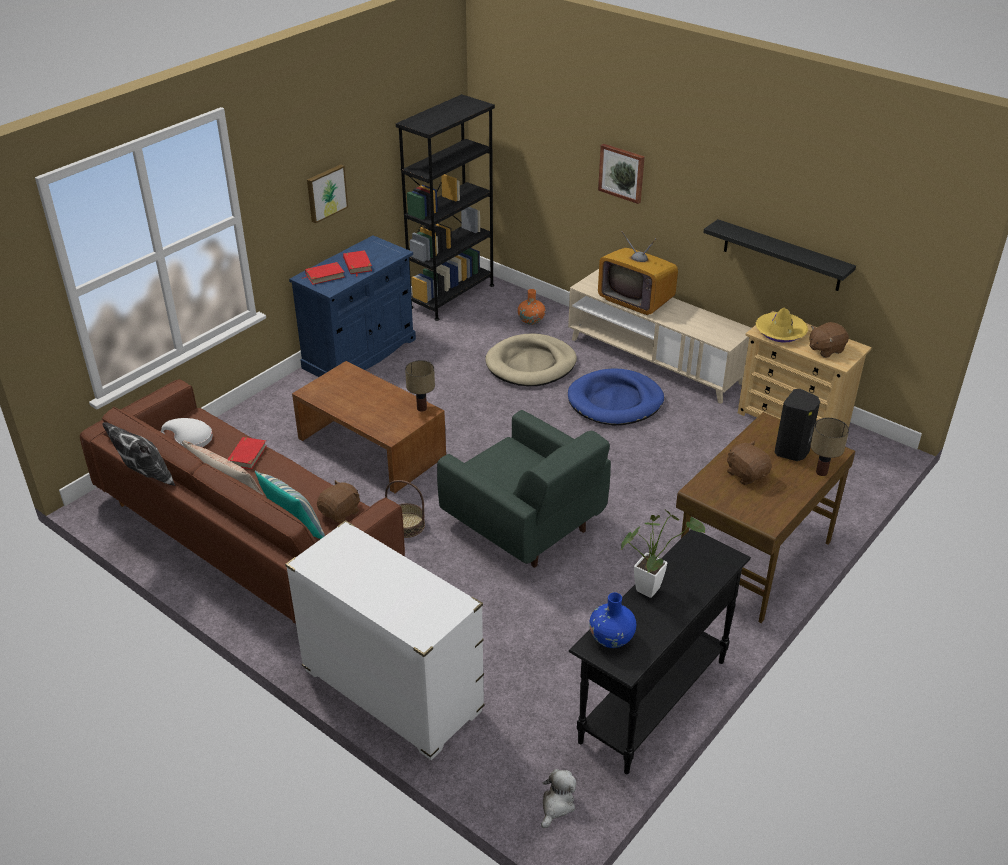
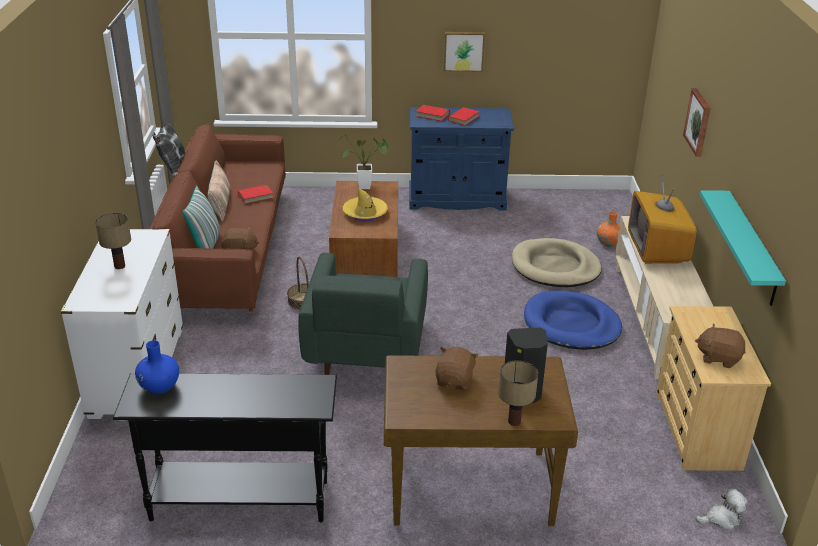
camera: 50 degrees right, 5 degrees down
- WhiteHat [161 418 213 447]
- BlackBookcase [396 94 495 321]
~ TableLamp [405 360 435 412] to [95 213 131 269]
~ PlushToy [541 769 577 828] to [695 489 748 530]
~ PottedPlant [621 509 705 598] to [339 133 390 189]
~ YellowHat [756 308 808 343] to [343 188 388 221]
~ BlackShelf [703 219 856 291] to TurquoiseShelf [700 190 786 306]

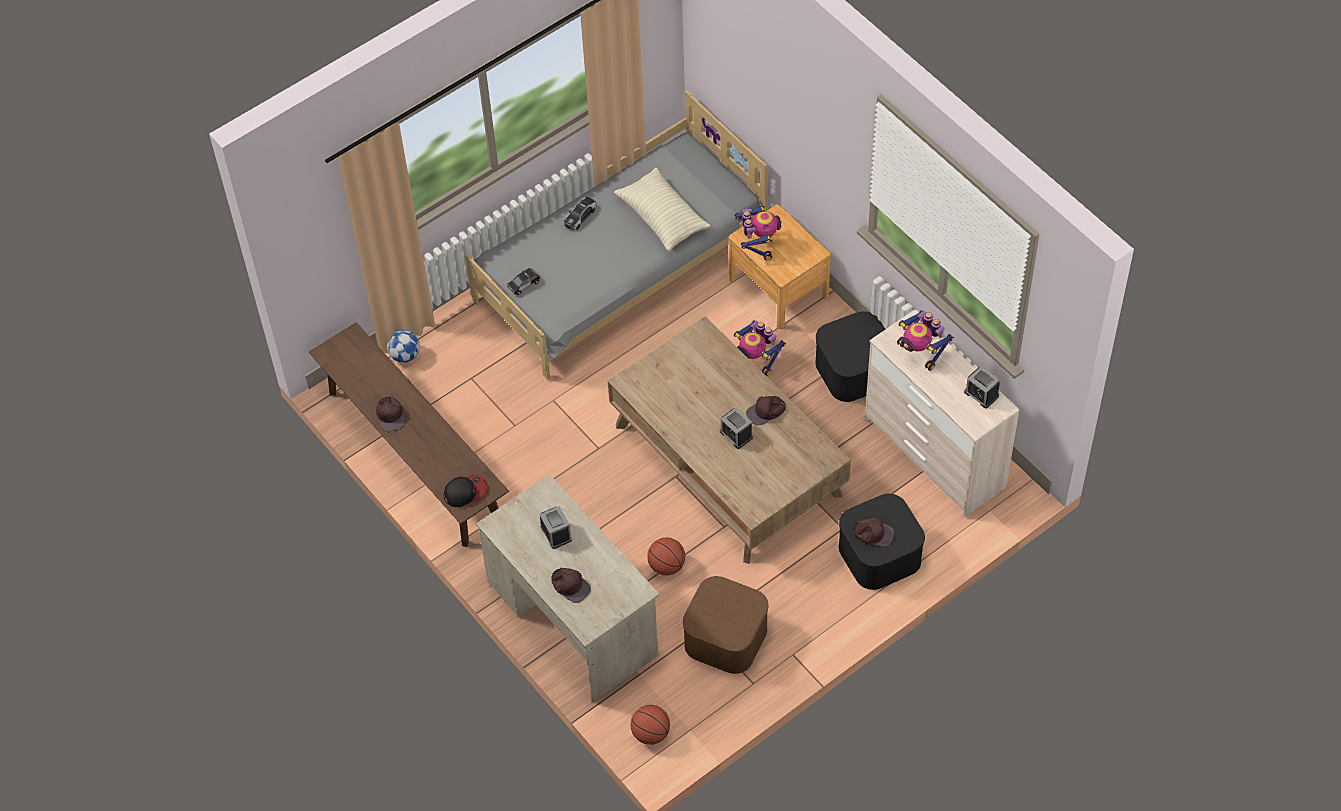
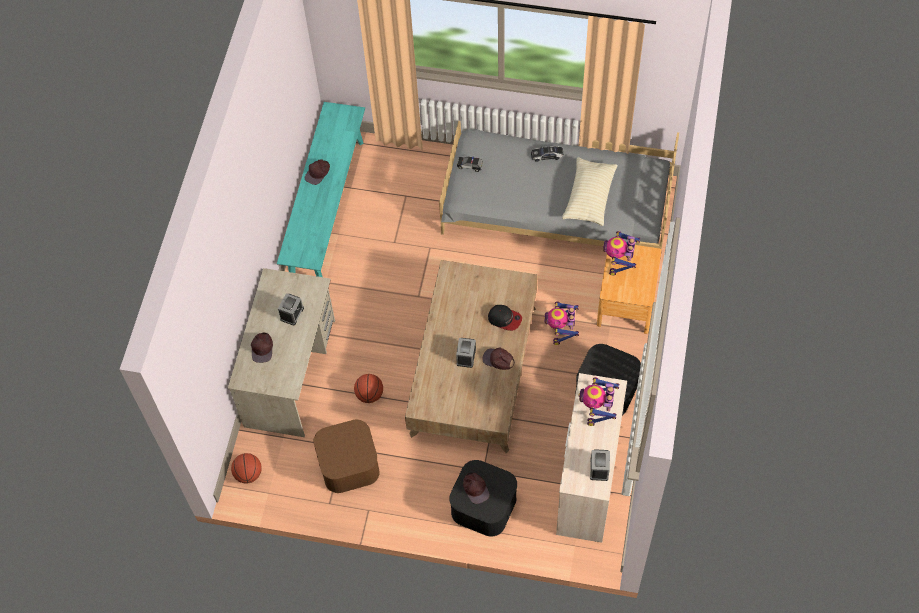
camera: 50 degrees right, 5 degrees up
- Football [387 330 420 363]
~ Cap [443 474 488 507] to [488 305 522 331]
~ BrownBench [309 322 509 547] to TurquoiseBench [277 102 365 277]
~ ToyRobot [735 205 782 260] = [603 231 640 276] 150 degrees clockwise

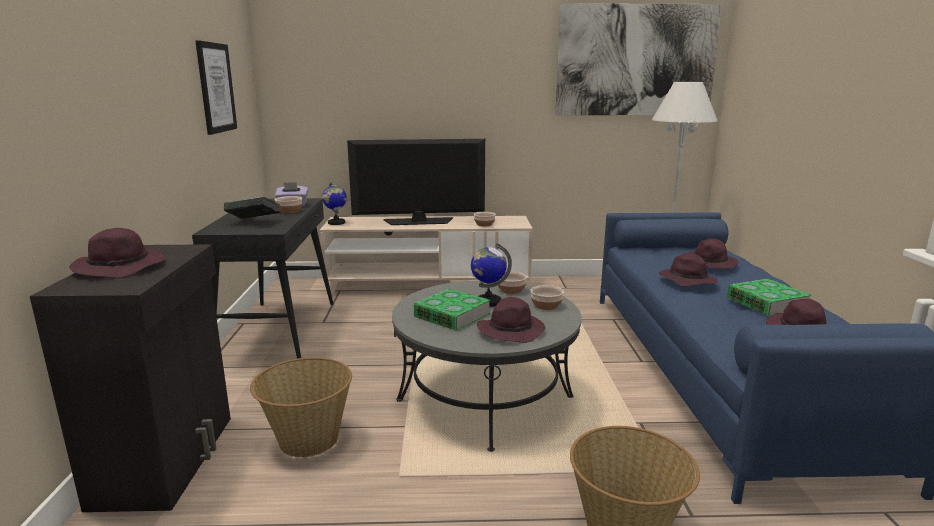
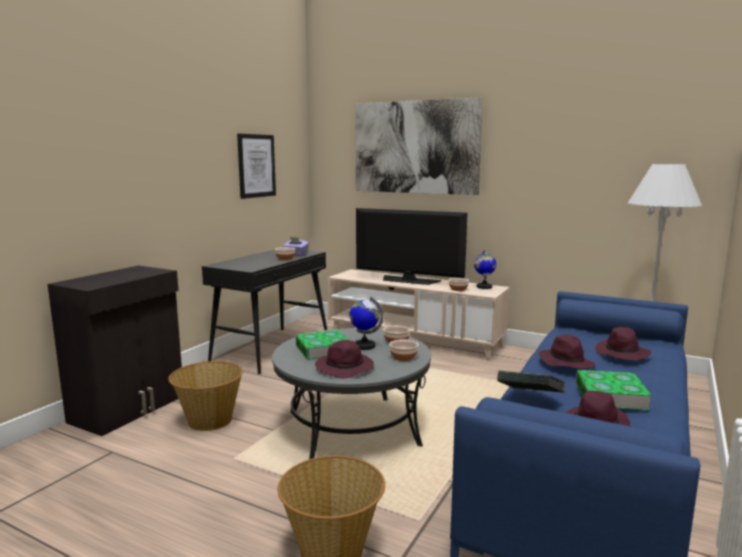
camera: 30 degrees right, 5 degrees down
- PurpleHat [69 228 165 278]
~ Book [224 197 281 219] to [497 371 565 393]
~ Globe [322 182 347 225] to [474 250 496 289]
~ Picture [555 3 722 115] to [355 97 483 195]

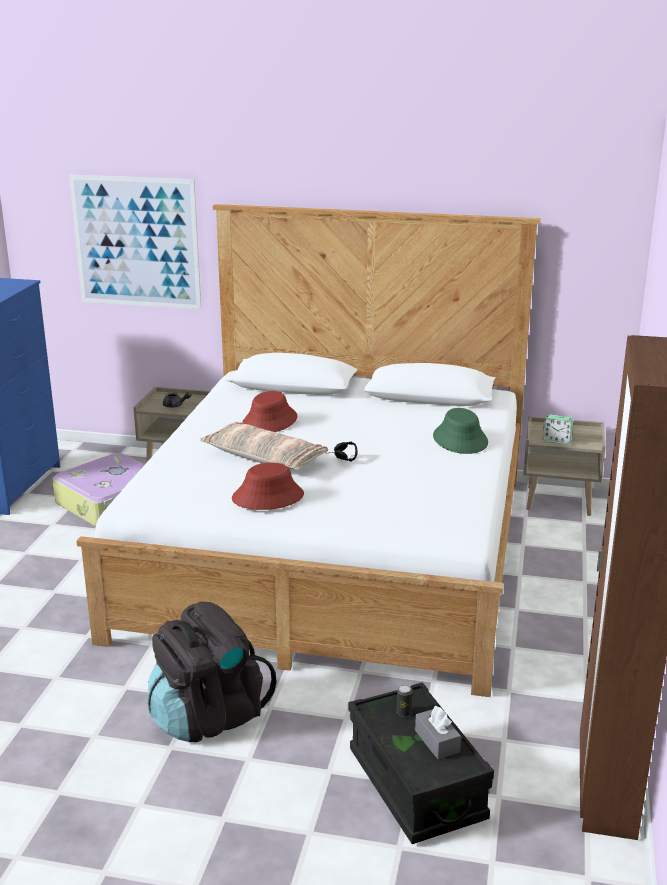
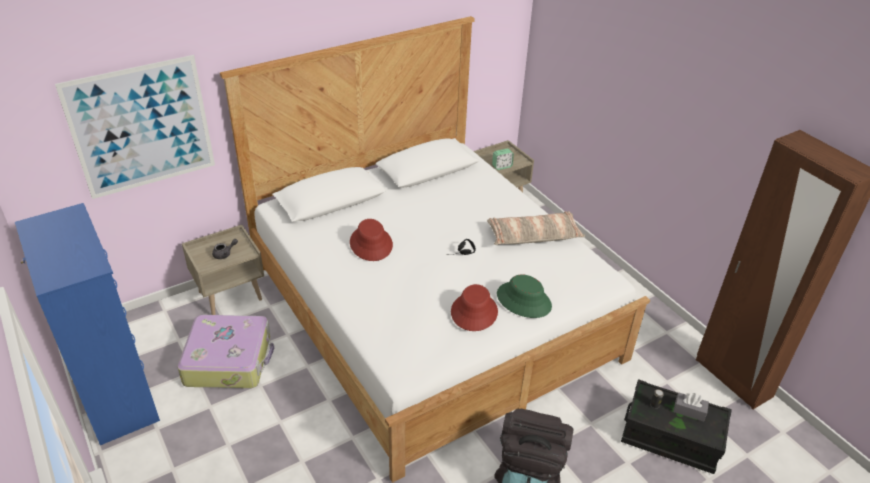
camera: 45 degrees left, 15 degrees up
~ Pillow [200 422 328 470] to [487 211 585 245]
~ GreenHat [433 408 488 454] to [497 274 552 318]

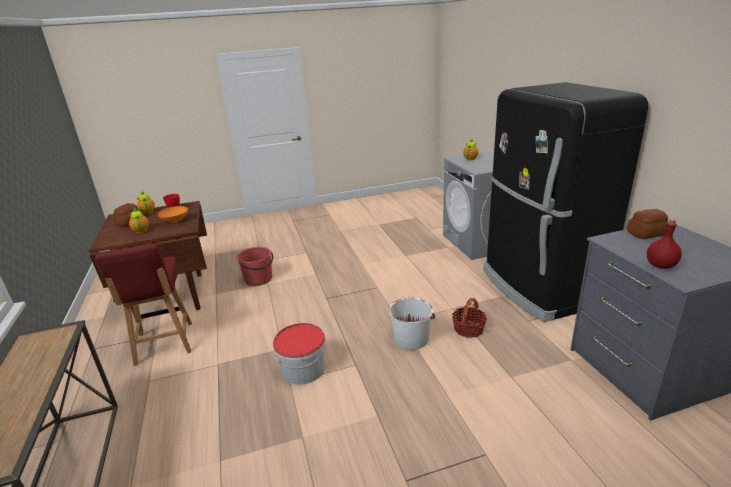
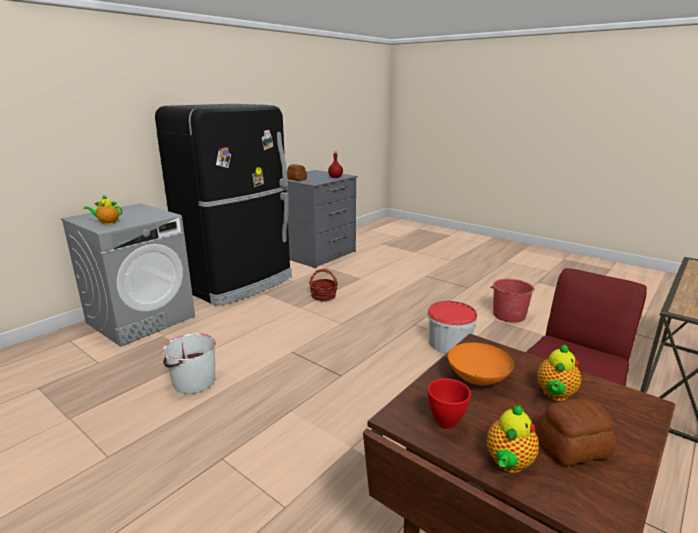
camera: 125 degrees left, 5 degrees down
~ RedBucket [237 247 273 286] to [491 279 534 323]
~ WhiteBucket [389 297 435 350] to [163 333 216 394]

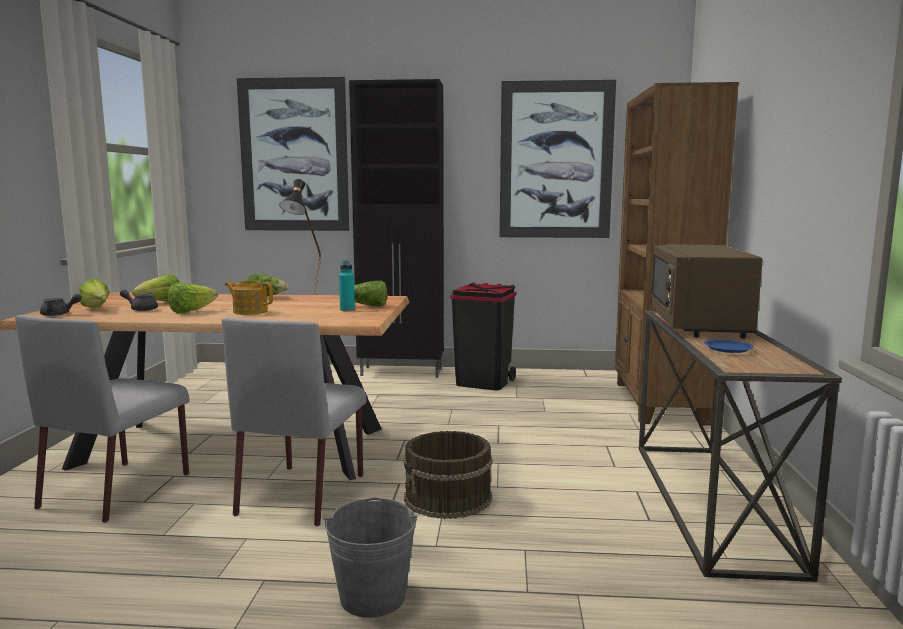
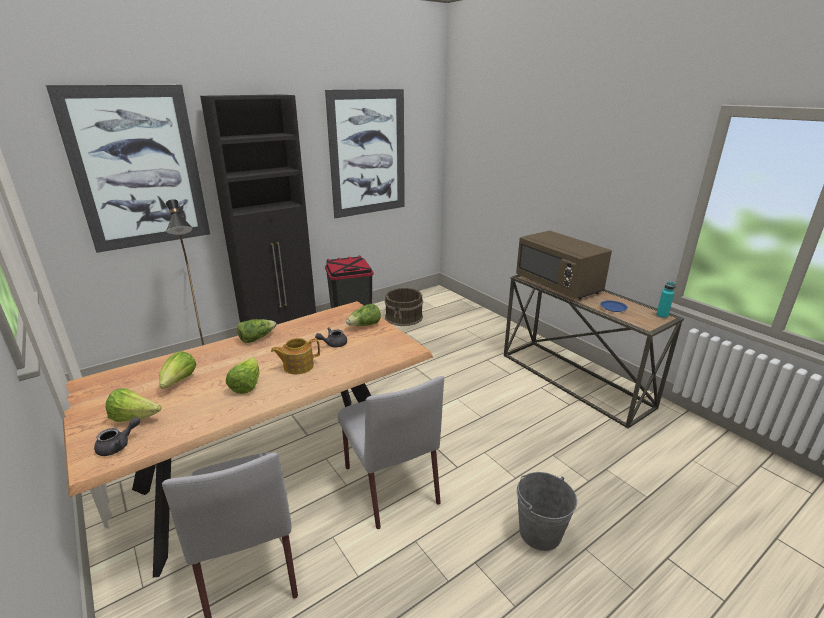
camera: 40 degrees left, 15 degrees up
- BrownBookcase [615 82 739 426]
~ GreyTeapot [120 290 158 311] to [315 327 347 347]
~ TurquoiseBottle [339 260 355 311] to [656 281 676 318]
~ BrownBucket [404 431 493 519] to [385 288 423 326]

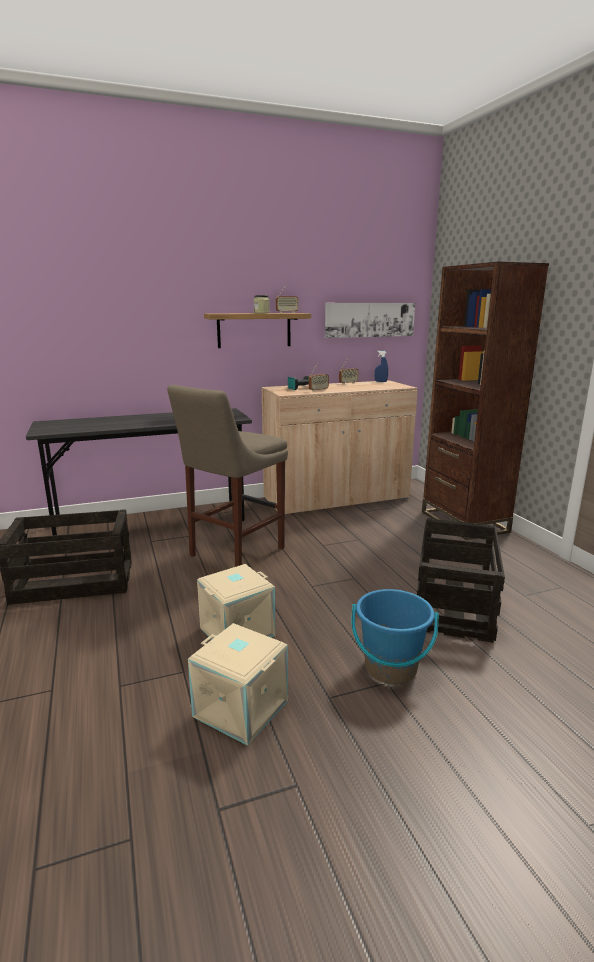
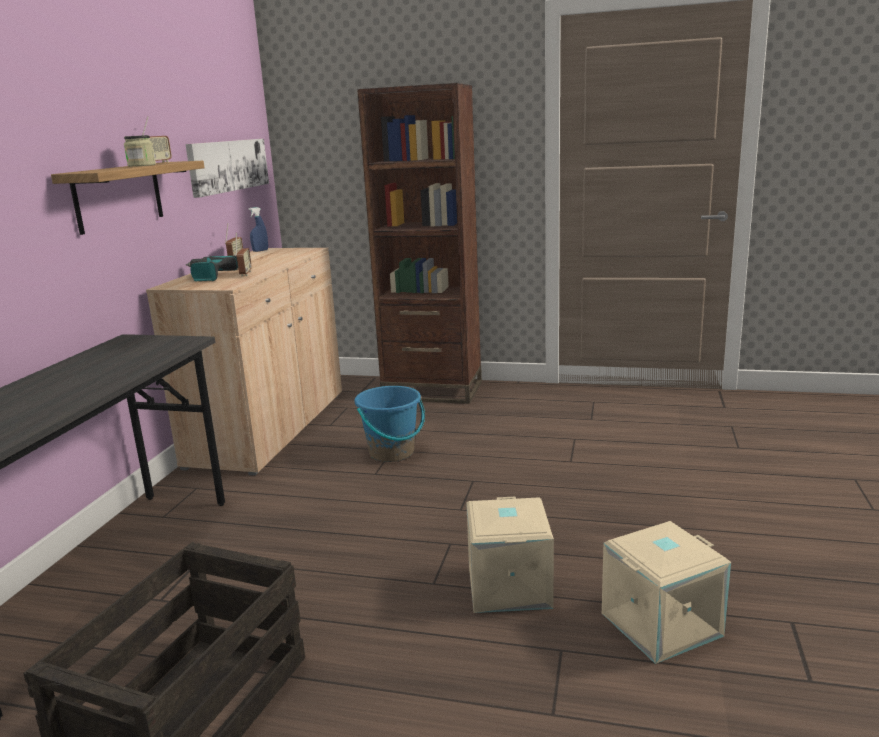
camera: 55 degrees left, 0 degrees up
- BeigeStool [167 385 288 567]
- Crate [417 518 505 643]
~ BlueBucket [351 589 438 685] to [354 386 425 462]

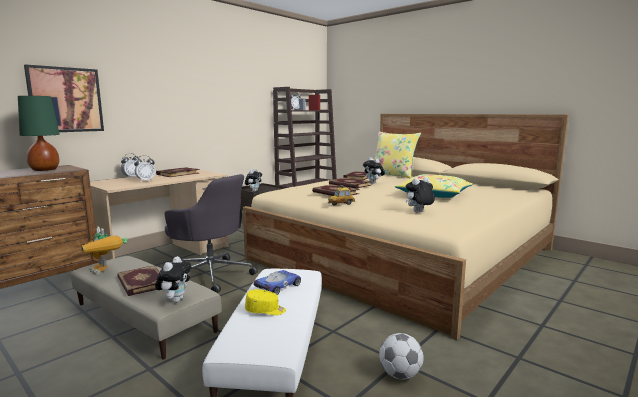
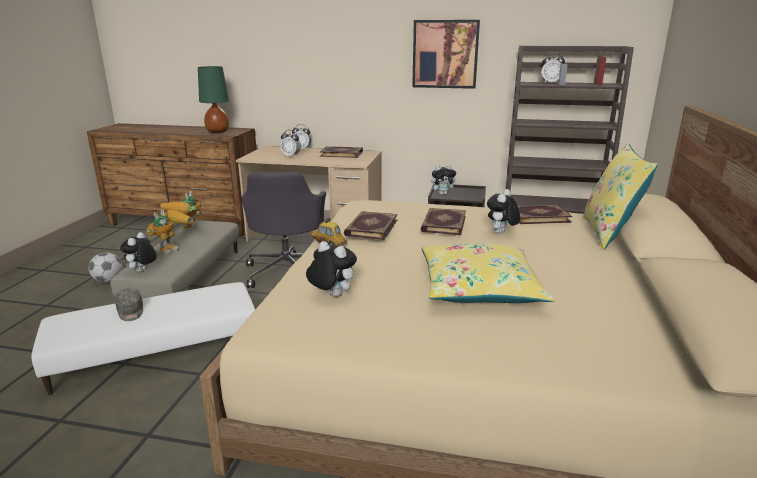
camera: 60 degrees right, 10 degrees up
- ToyCar [253 270 301 295]
~ Picture [24 64 104 132] to [412 20 480 89]
~ Football [379 333 424 380] to [89 252 123 283]
~ Book [117 265 160 296] to ToyRobot [146 209 193 255]
~ YellowCap [245 289 286 315] to GreyCap [115 288 143 321]
~ PlushToy [155 256 191 303] = [120 232 157 272] 120 degrees clockwise

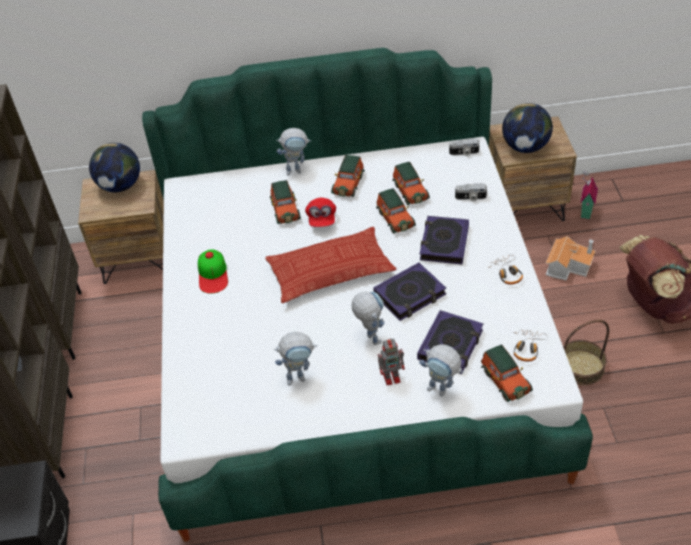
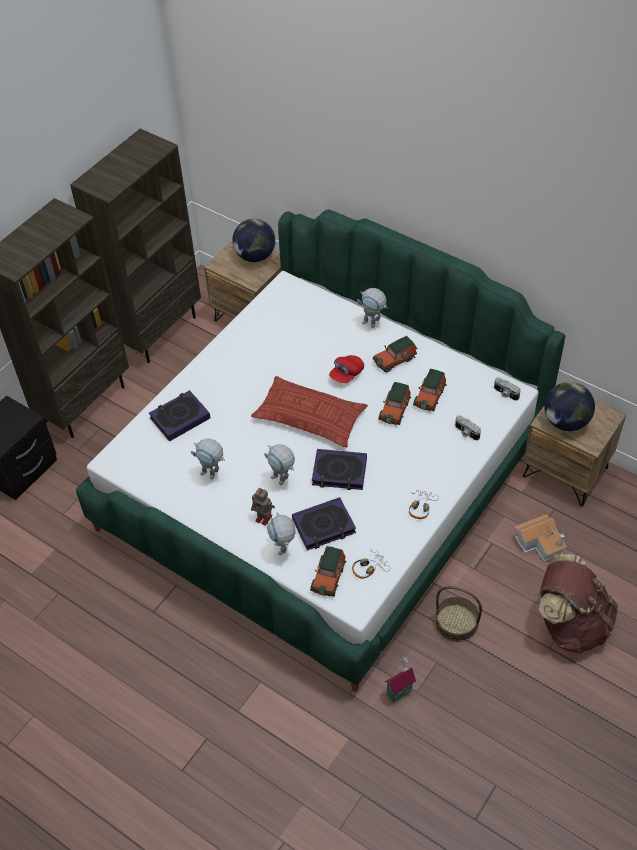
camera: 40 degrees right, 5 degrees up
- Cap [198 249 228 294]
- ToyCar [270 180 301 224]
~ Book [420 216 469 264] to [149 390 210 441]
~ ToyHouse [580 170 598 219] to [385 656 416 702]
~ ToyRobot [352 292 384 345] = [264 444 295 485] 120 degrees clockwise

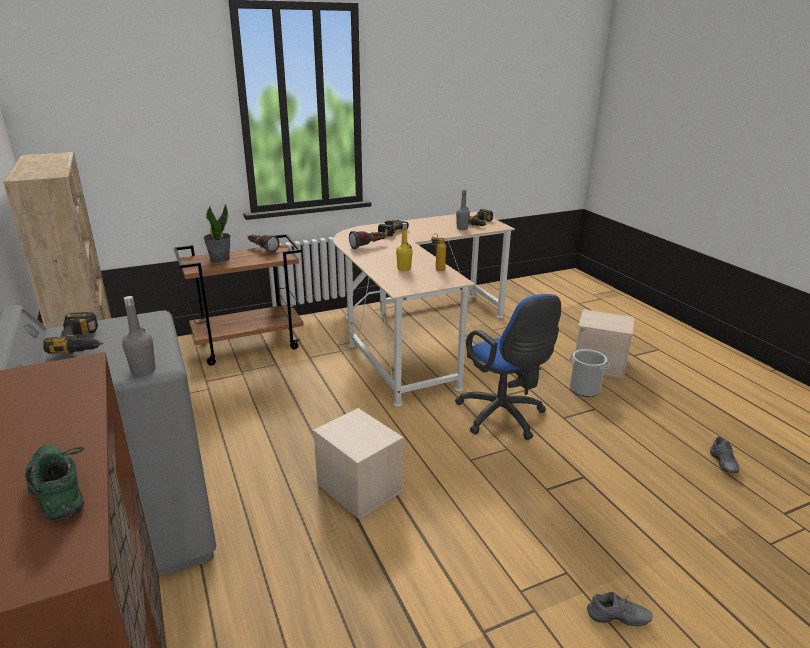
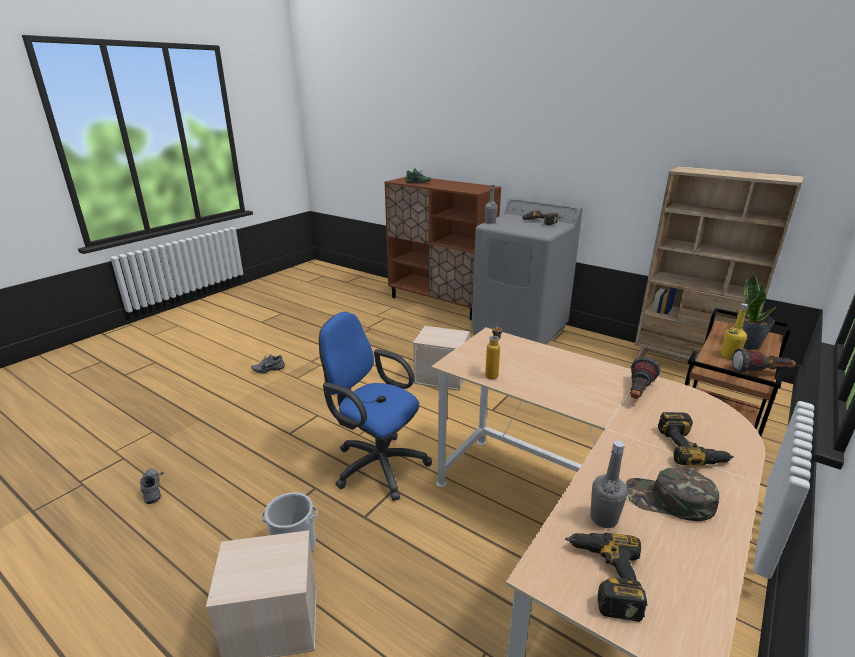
camera: 150 degrees right, 0 degrees up
+ GreenCap [626 467 719 521]
~ YellowBottle [396 223 413 271] to [721 303 748 359]

